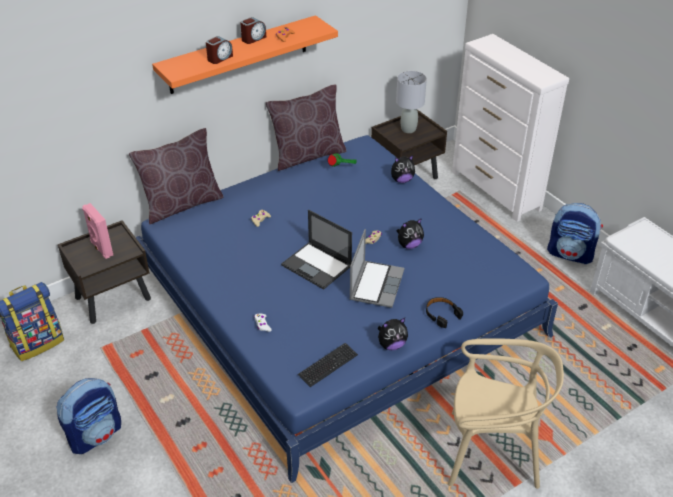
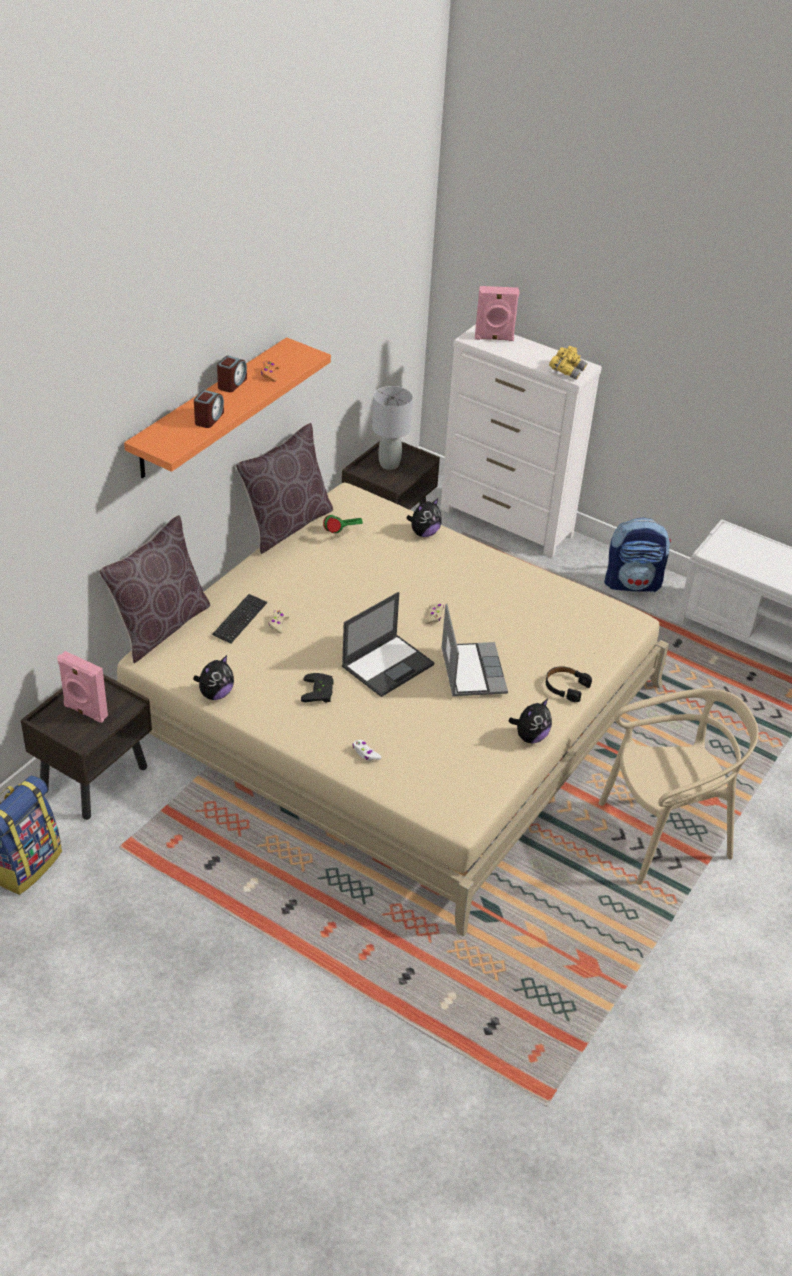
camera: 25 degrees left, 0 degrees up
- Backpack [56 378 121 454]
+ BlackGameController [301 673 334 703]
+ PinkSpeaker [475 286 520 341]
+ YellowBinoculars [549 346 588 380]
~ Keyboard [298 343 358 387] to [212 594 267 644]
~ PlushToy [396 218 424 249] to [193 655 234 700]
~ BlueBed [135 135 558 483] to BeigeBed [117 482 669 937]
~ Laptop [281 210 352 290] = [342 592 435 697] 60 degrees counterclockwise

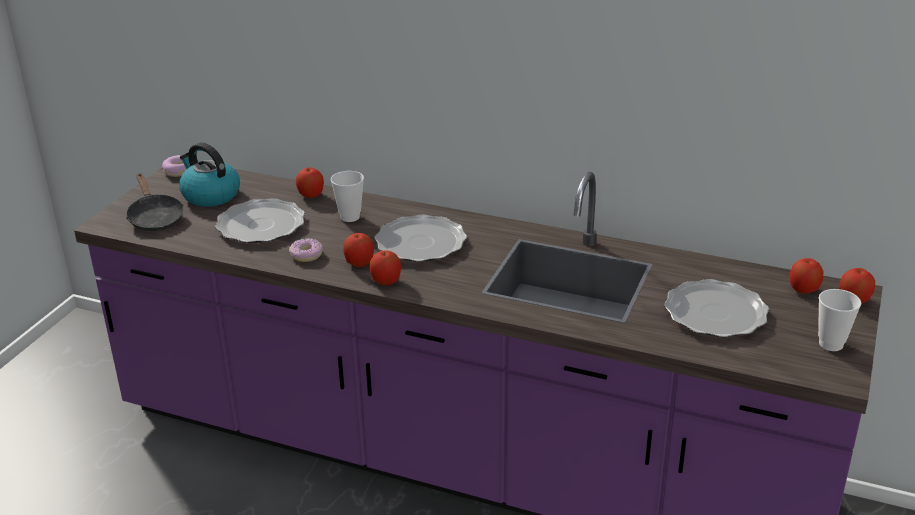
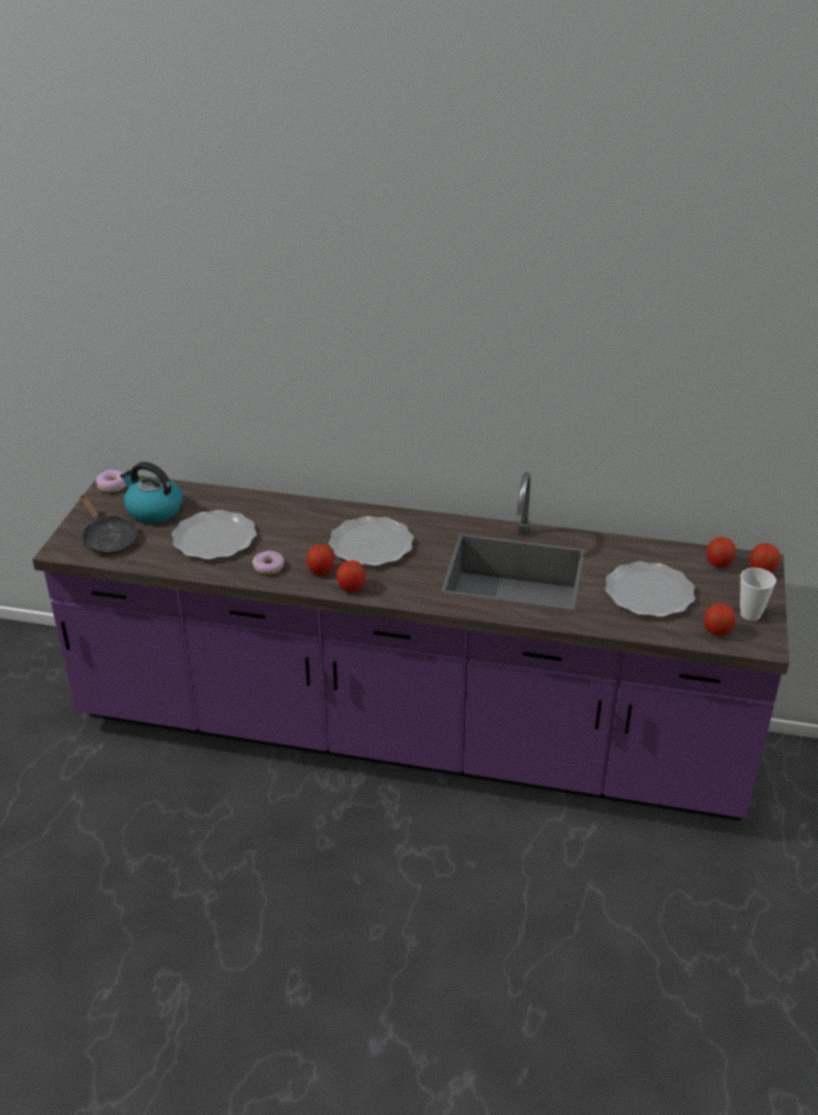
camera: 10 degrees left, 5 degrees up
- Cup [330 171 364 222]
~ Apple [296 167 324 198] to [704 603 736 636]

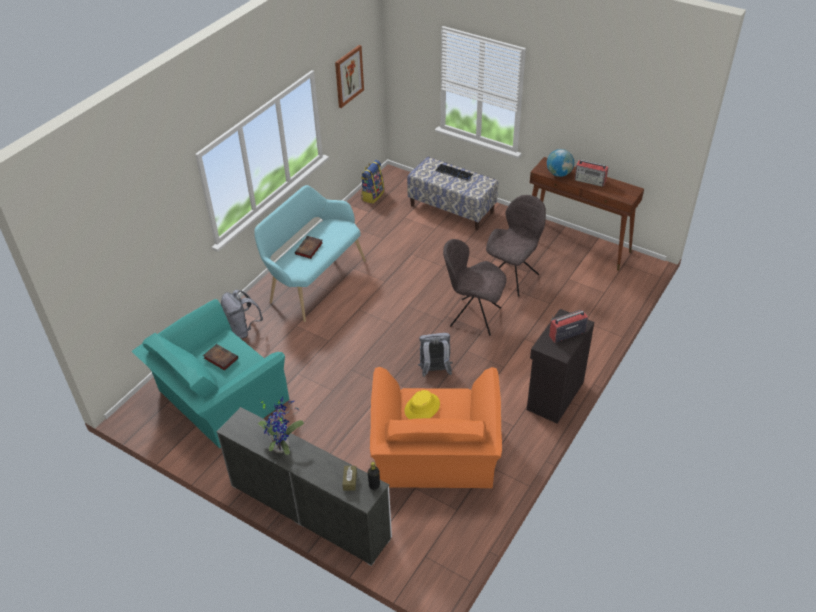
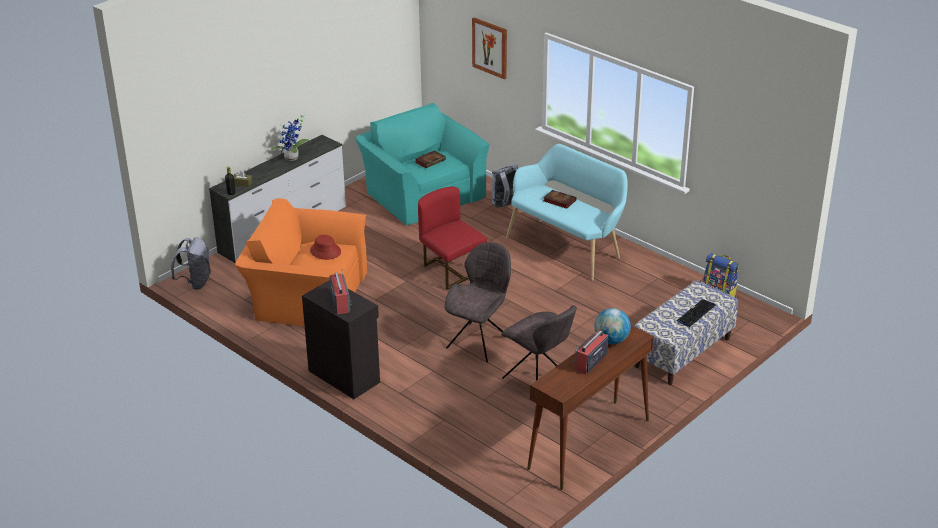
camera: 100 degrees right, 10 degrees down
+ RedChair [418 186 487 290]
~ Picture [335 45 364 108] to [472 17 507 79]
~ GreyBackpack [418 333 453 377] to [171 237 211 290]
~ YellowHat [405 390 440 419] to RedHat [310 235 341 260]

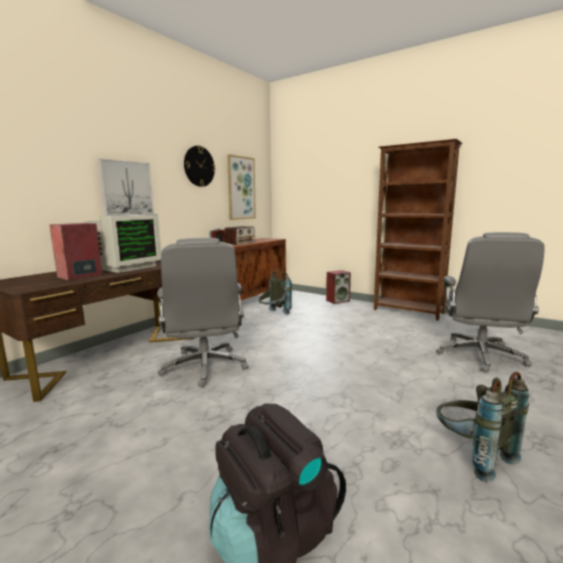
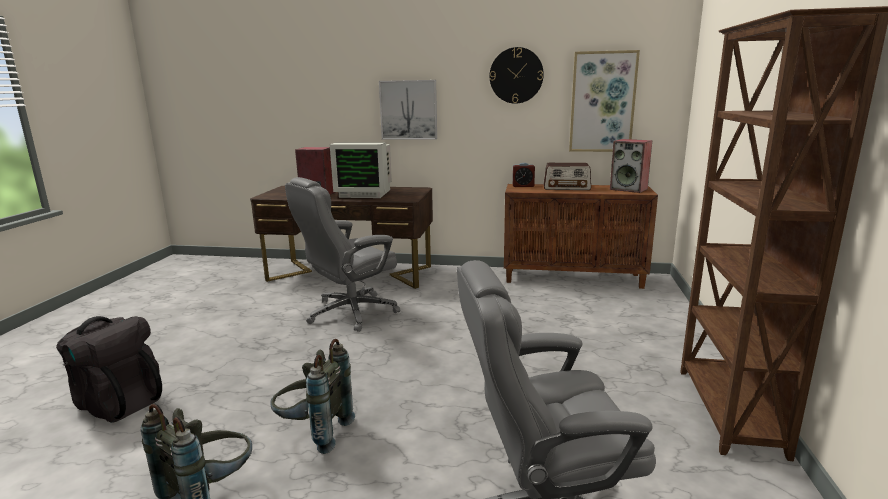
camera: 65 degrees right, 5 degrees up
~ GreyBackpack [259 271 292 314] to [270 339 355 454]
~ Speaker [326 270 351 304] to [610 139 652 193]

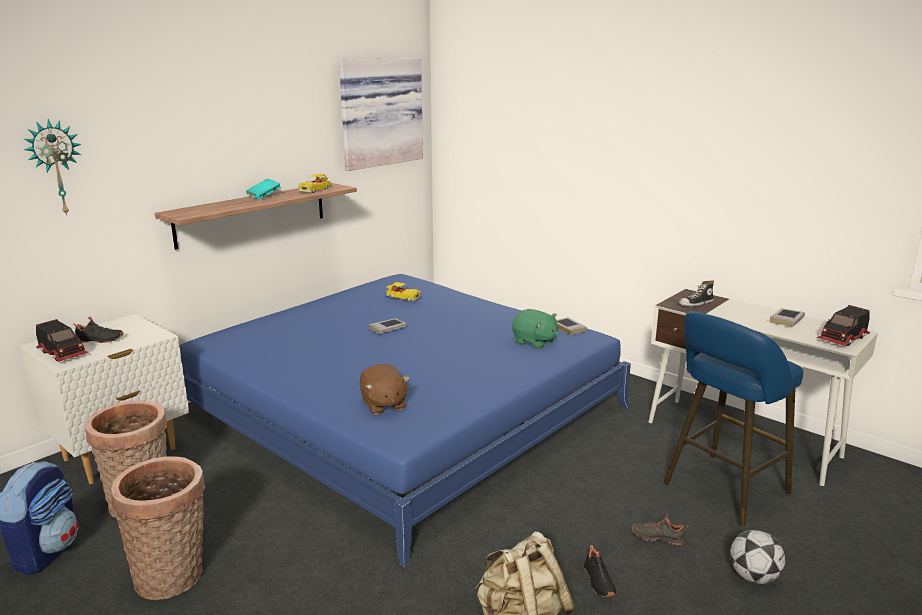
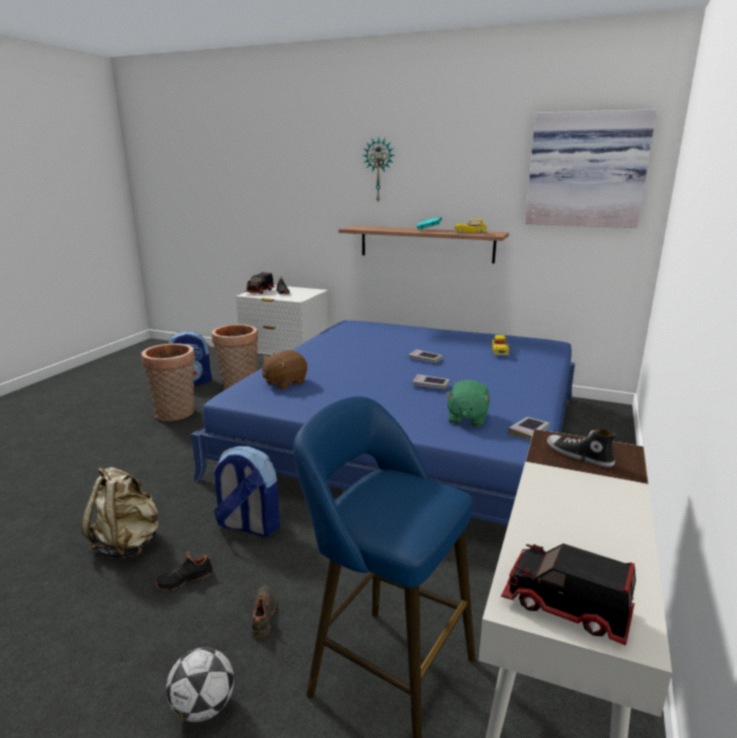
camera: 70 degrees right, 0 degrees up
+ Backpack [214 446 281 537]
~ WallClock [24 119 81 216] to [362 136 395 201]
~ Book [770 308 805 326] to [412 374 450 389]

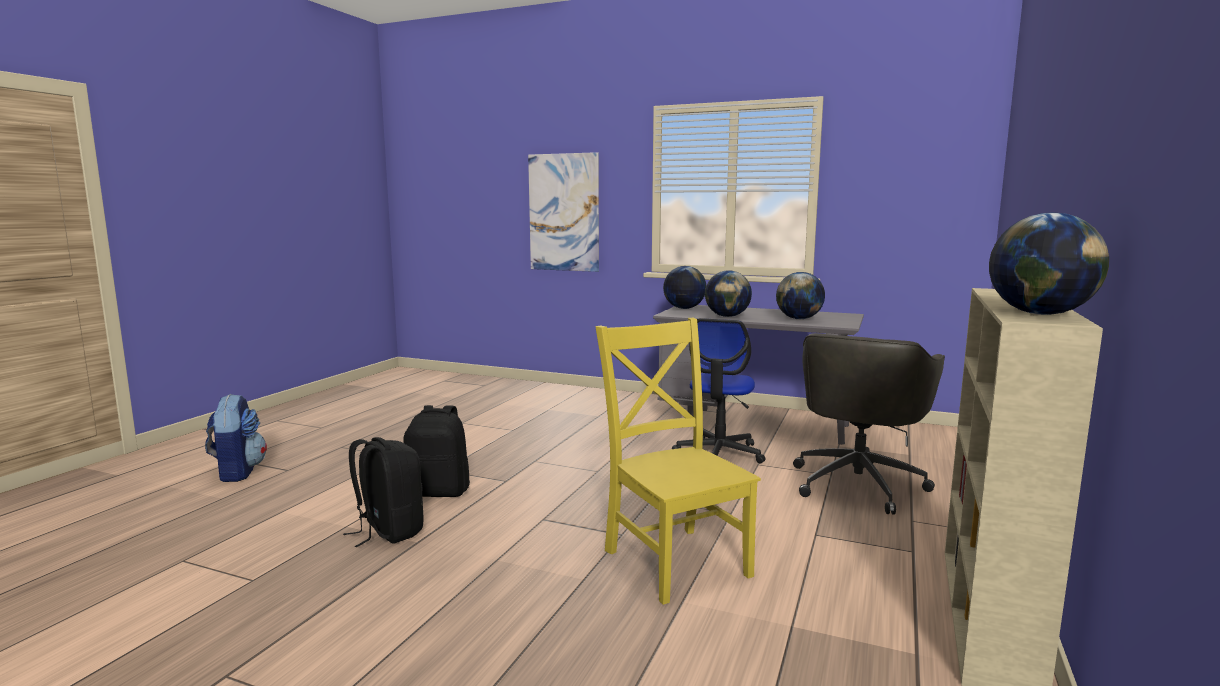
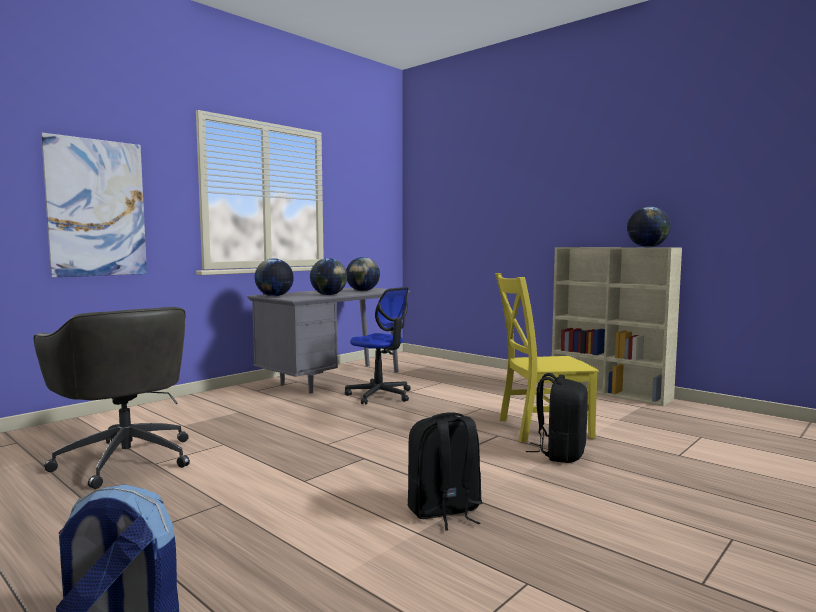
camera: 70 degrees left, 5 degrees down
~ BlackBackpack [403 405 470 497] to [526 373 588 463]
~ GreyOfficeChair [793 333 945 515] to [34 307 190 489]

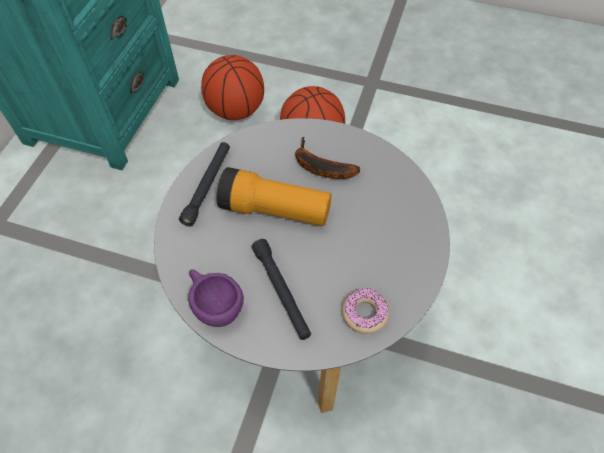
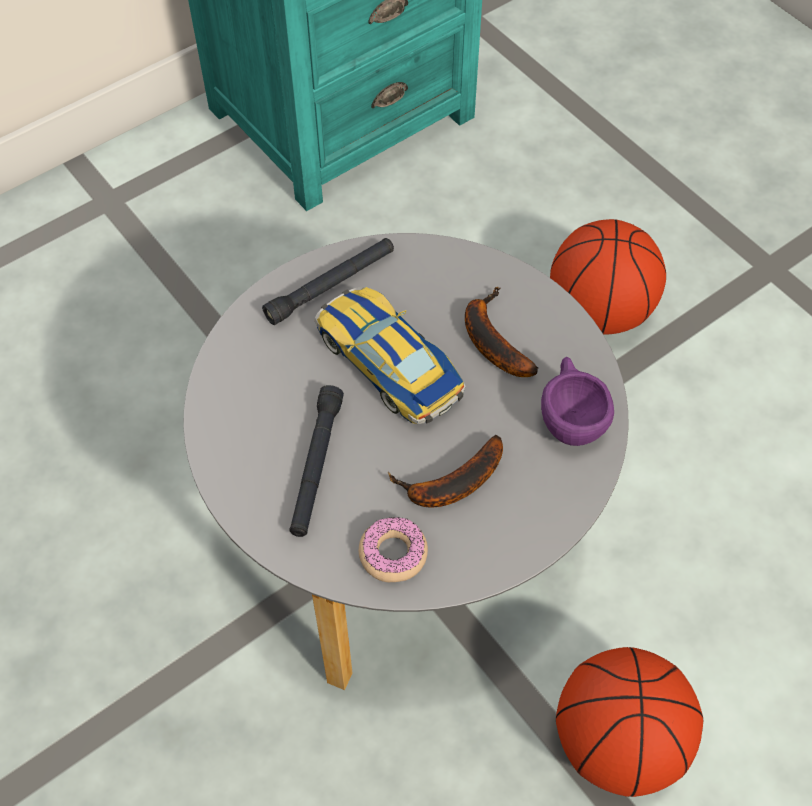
camera: 35 degrees right, 0 degrees up
+ Banana [388 435 503 508]
~ PurpleCup [188 269 244 327] to [541 357 614 446]
~ Basketball [201 55 264 120] to [556 647 703 797]
~ Flashlight [216 167 331 226] to ToyCar [315 287 466 424]

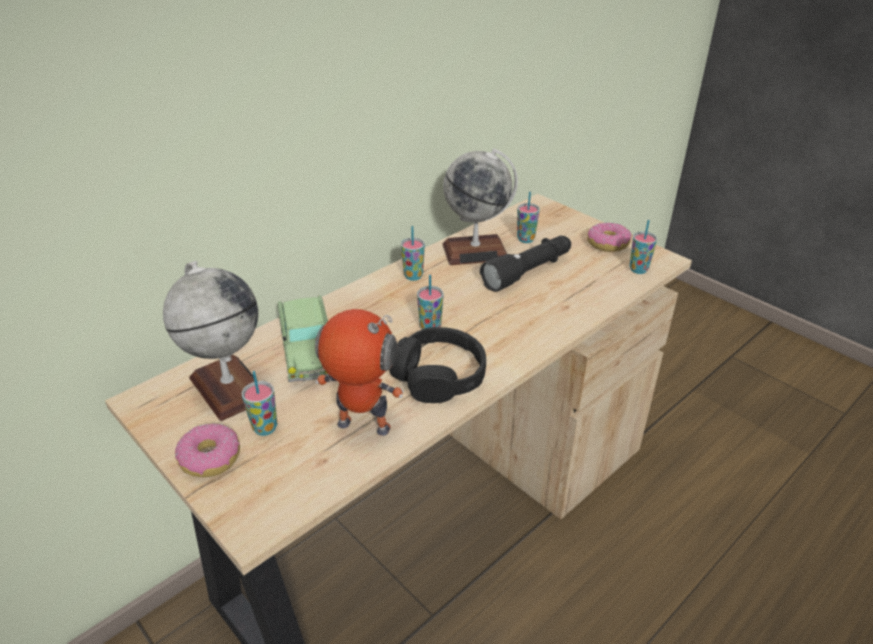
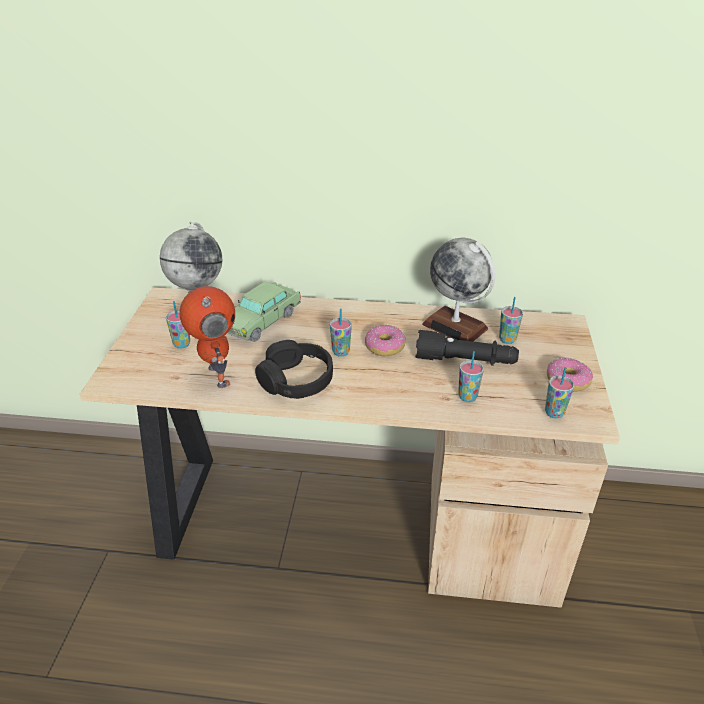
camera: 50 degrees right, 0 degrees up
~ Donut [175 424 240 477] to [365 325 406 356]
~ Cup [401 226 425 281] to [458 351 484 402]

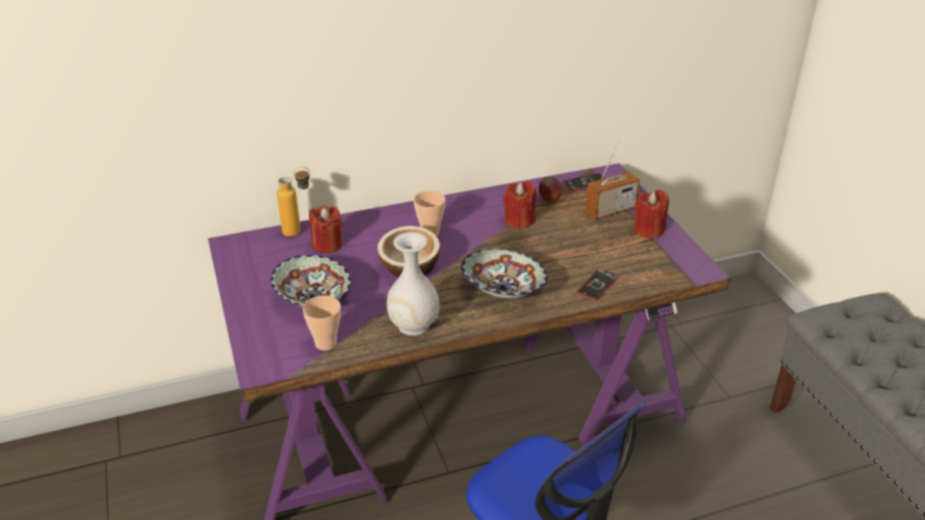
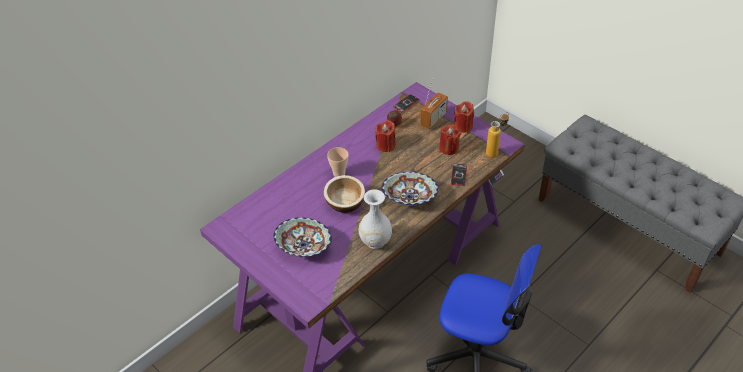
camera: 25 degrees left, 10 degrees up
- Cup [303 296 341 351]
~ Bottle [277 167 310 237] to [486 112 509 157]
~ RedCandle [309 205 343 253] to [439 124 461 155]

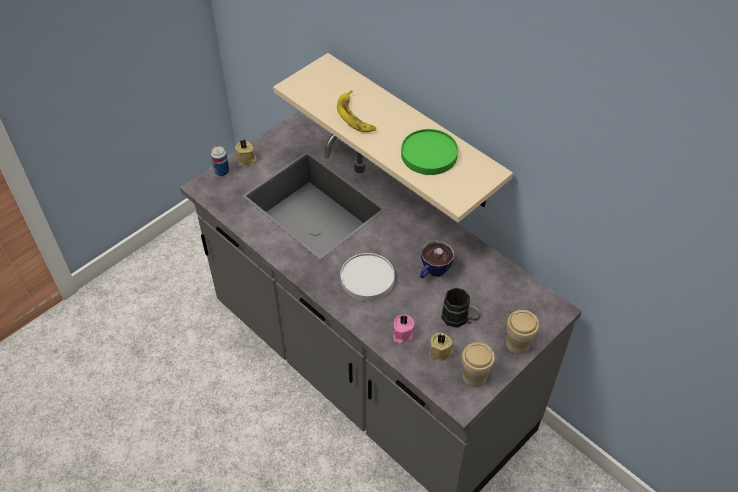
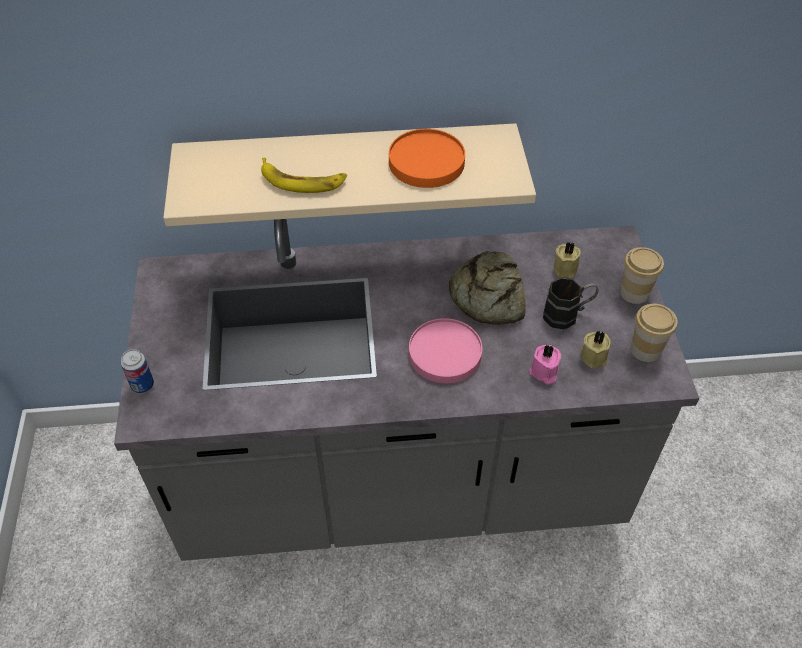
camera: 50 degrees left, 0 degrees up
~ BeigeCandle [235 140 257 166] to [554 242 581 278]
~ Cup [420 240 454 278] to Bread [449 251 526 325]
~ WhitePlate [341 253 395 301] to PinkPlate [409 318 482 383]
~ GreenPlate [401 129 458 175] to OrangePlate [389 129 465 188]

